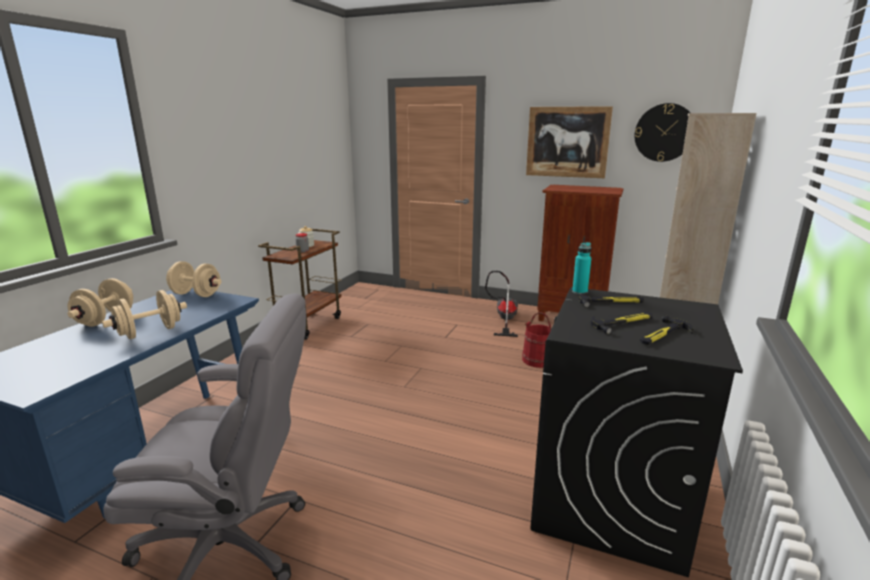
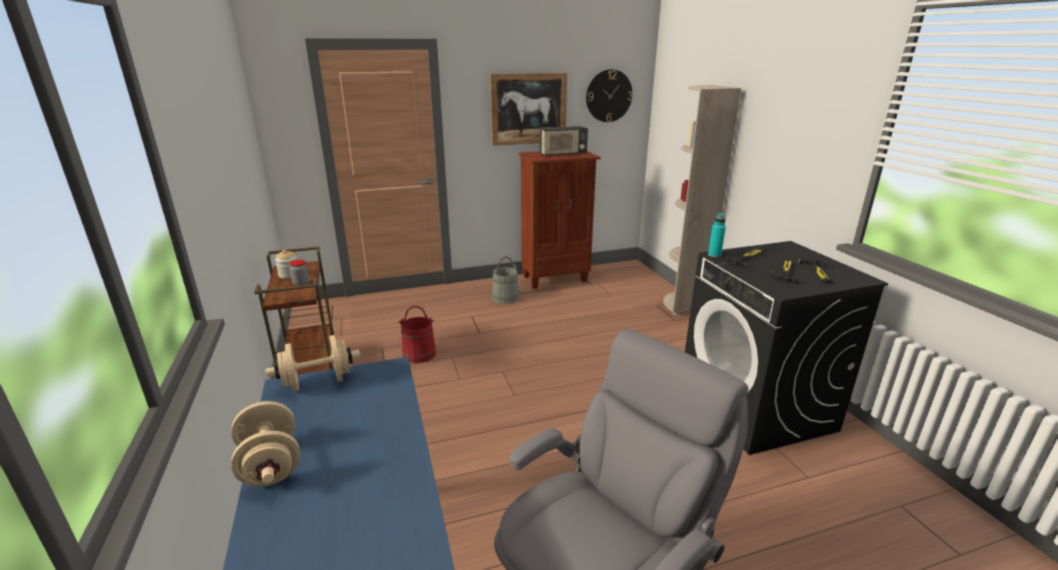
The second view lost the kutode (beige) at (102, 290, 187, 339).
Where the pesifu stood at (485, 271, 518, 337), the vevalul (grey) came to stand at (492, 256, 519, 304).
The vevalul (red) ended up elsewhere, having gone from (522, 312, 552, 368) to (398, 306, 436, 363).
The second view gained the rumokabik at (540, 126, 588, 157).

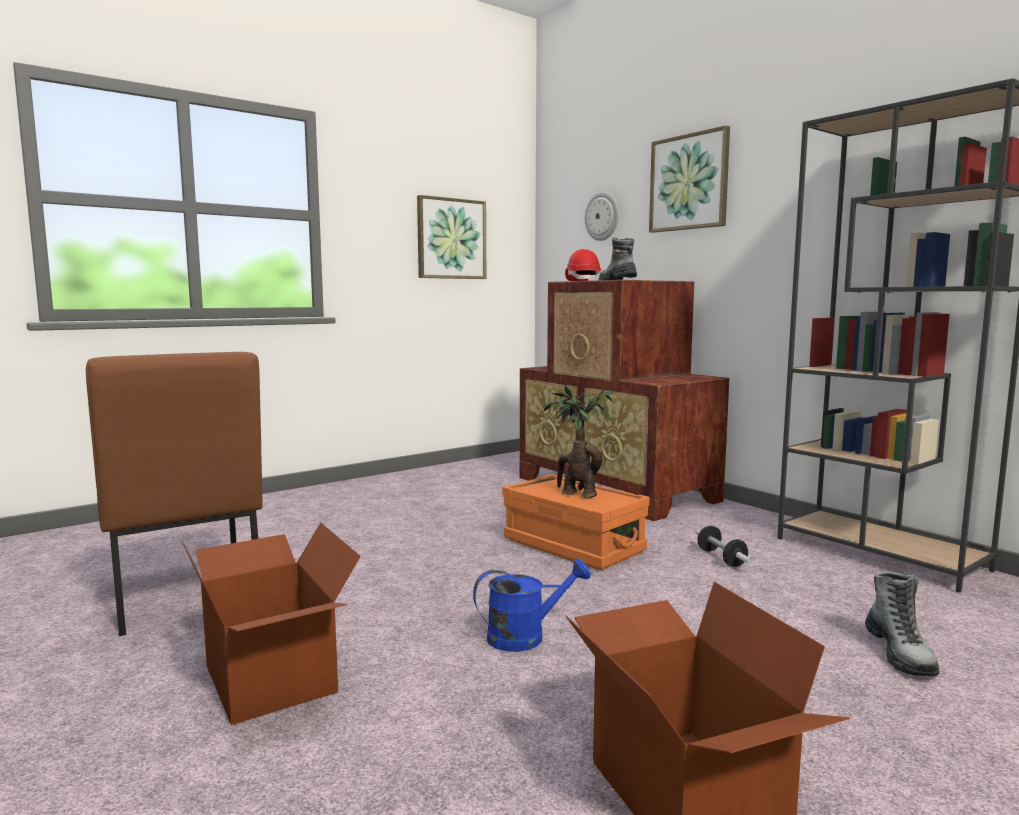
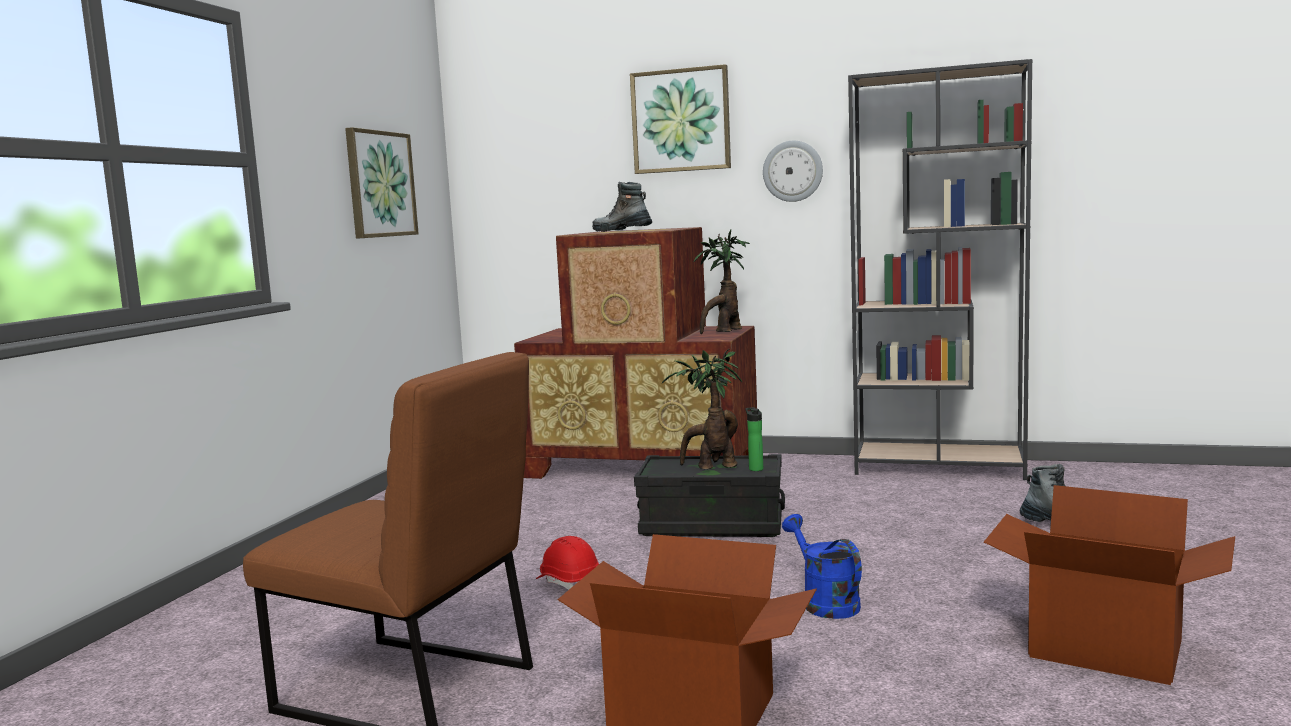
The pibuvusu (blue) at (473, 558, 591, 652) ended up facing another way, 60 degrees counterclockwise from before.
What was the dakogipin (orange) at (502, 474, 649, 570) turned into the dakogipin (black) at (634, 454, 785, 537).
The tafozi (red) ended up elsewhere, having gone from (565, 249, 602, 281) to (536, 536, 599, 590).
The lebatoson ended up elsewhere, having gone from (585, 192, 619, 241) to (763, 141, 823, 202).
The second view lost the kutode at (695, 526, 752, 567).
The second view gained the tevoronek at (694, 230, 750, 334).
The second view gained the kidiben at (746, 407, 763, 471).

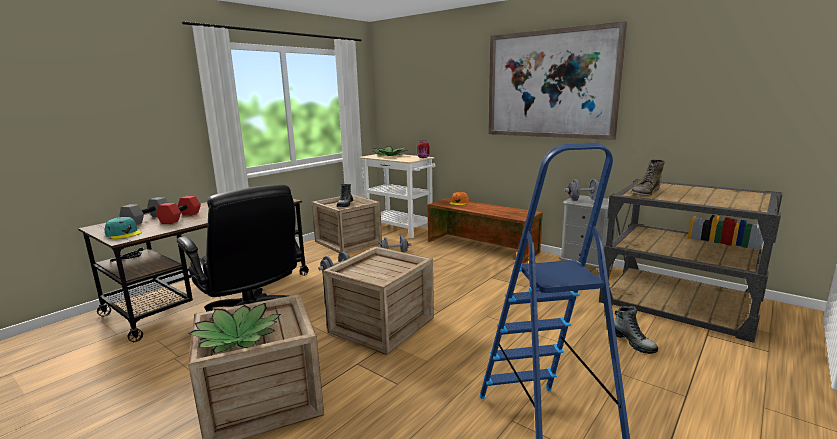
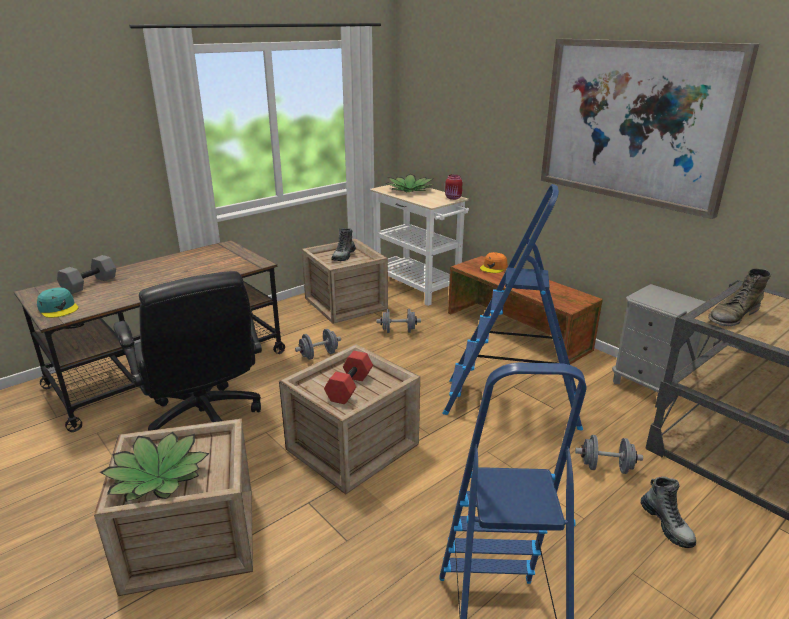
The kutode (red) ended up elsewhere, having gone from (156, 196, 201, 224) to (324, 351, 373, 404).
The kutode (grey) ended up elsewhere, having gone from (564, 179, 599, 201) to (575, 435, 643, 474).
The second view gained the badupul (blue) at (442, 184, 583, 431).

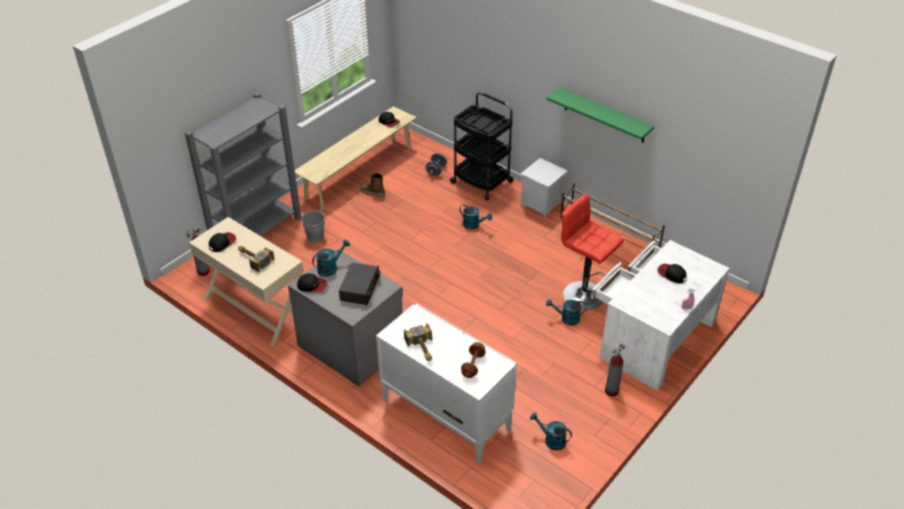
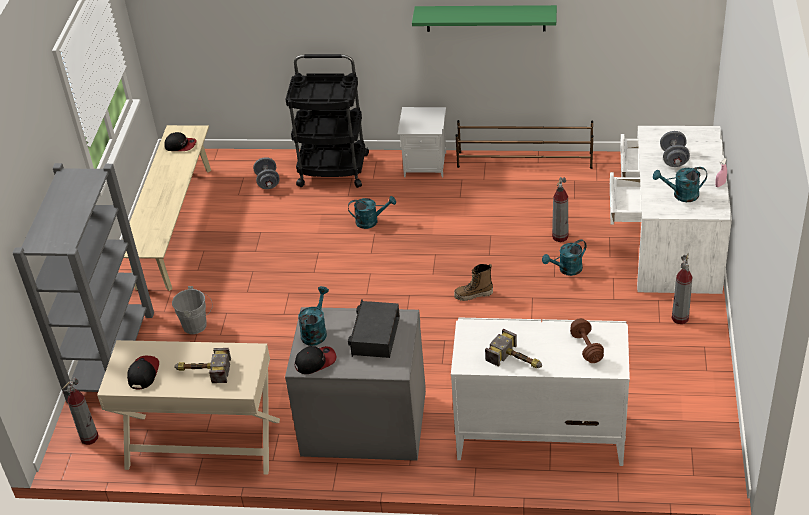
The rumokabik at (339, 262, 380, 306) ended up facing another way, 150 degrees counterclockwise from before.
The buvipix ended up elsewhere, having gone from (360, 173, 385, 197) to (454, 264, 493, 301).
The pibuvusu (turquoise) ended up elsewhere, having gone from (530, 413, 572, 450) to (653, 167, 707, 202).
Where the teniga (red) stood at (561, 194, 624, 310), the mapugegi came to stand at (552, 177, 568, 242).
Where the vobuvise stood at (657, 264, 687, 283), the kutode (grey) came to stand at (660, 131, 690, 167).

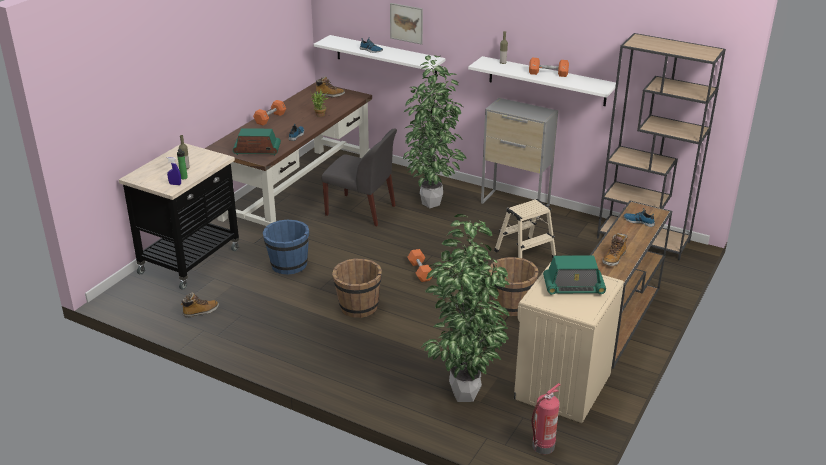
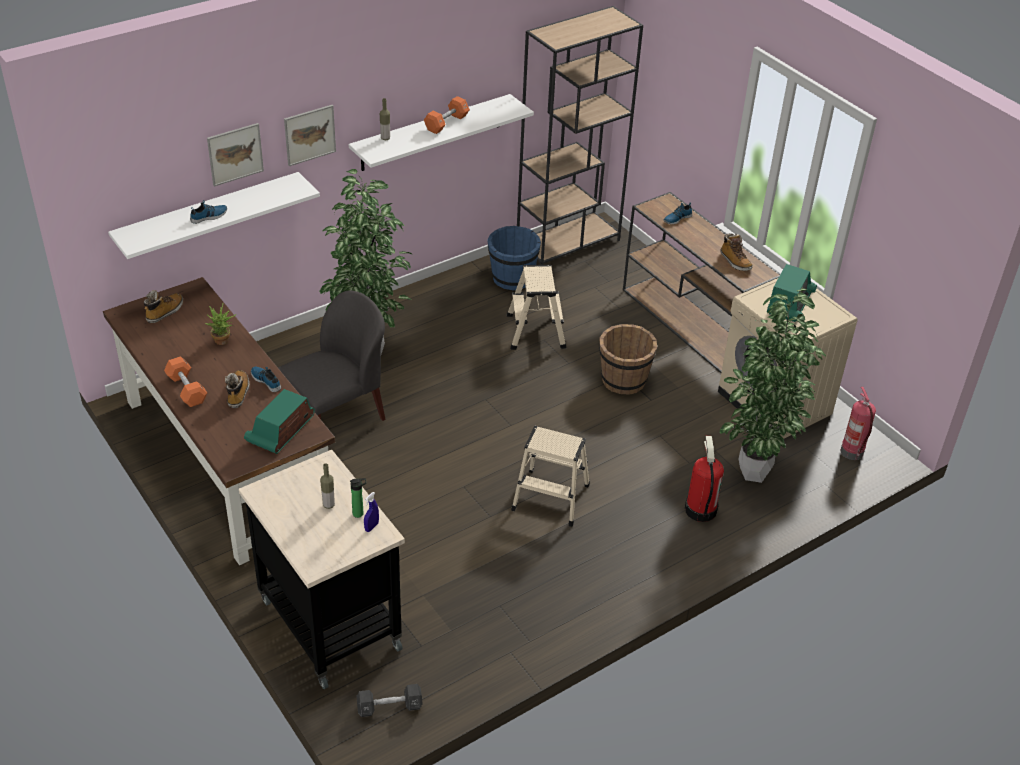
The buvipix ended up elsewhere, having gone from (181, 292, 219, 317) to (225, 370, 250, 408).
The vevalul (blue) ended up elsewhere, having gone from (263, 220, 309, 275) to (487, 226, 541, 291).
Where the vevalul (brown) stood at (332, 259, 382, 318), the badupul (beige) came to stand at (511, 426, 590, 527).
The second view lost the kutode (orange) at (408, 249, 433, 282).
The second view lost the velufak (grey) at (481, 98, 558, 219).
The second view gained the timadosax at (284, 105, 336, 166).
The second view gained the kutode (black) at (357, 684, 422, 717).
The second view gained the mapugegi at (685, 436, 724, 522).

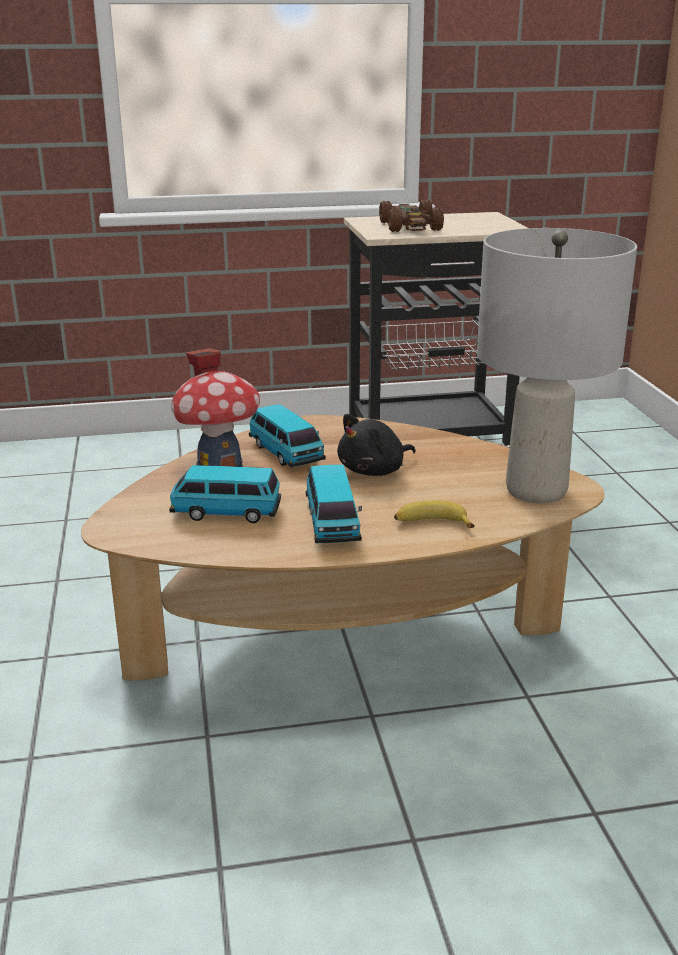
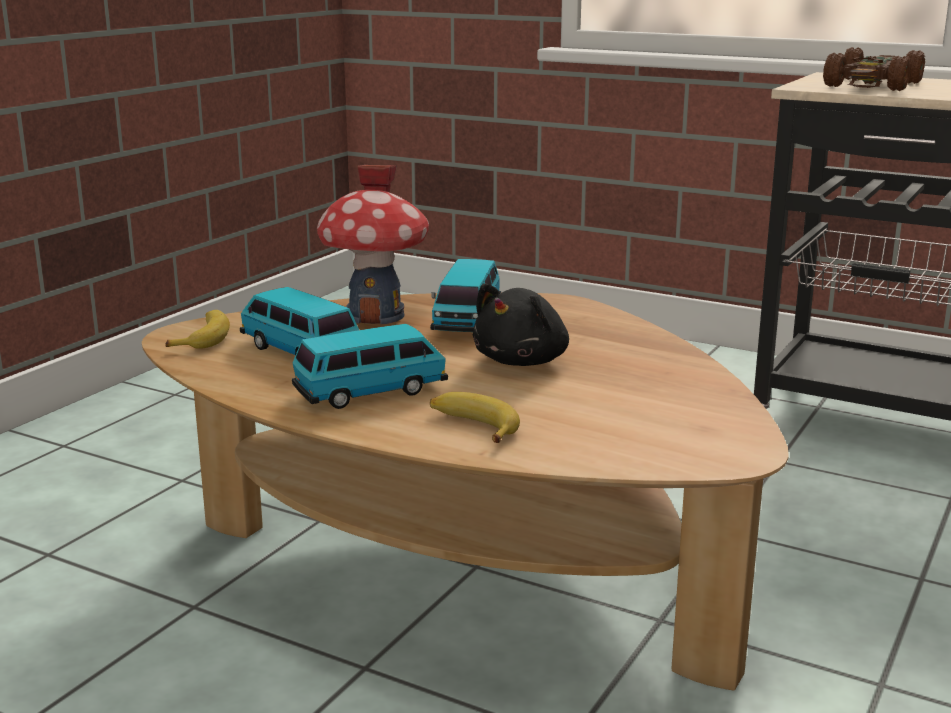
The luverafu at (306, 465, 362, 543) ended up facing another way, 150 degrees counterclockwise from before.
The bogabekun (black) at (337, 414, 416, 476) ended up facing another way, 60 degrees counterclockwise from before.
The second view lost the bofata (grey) at (477, 228, 637, 504).
The second view gained the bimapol at (165, 310, 230, 349).

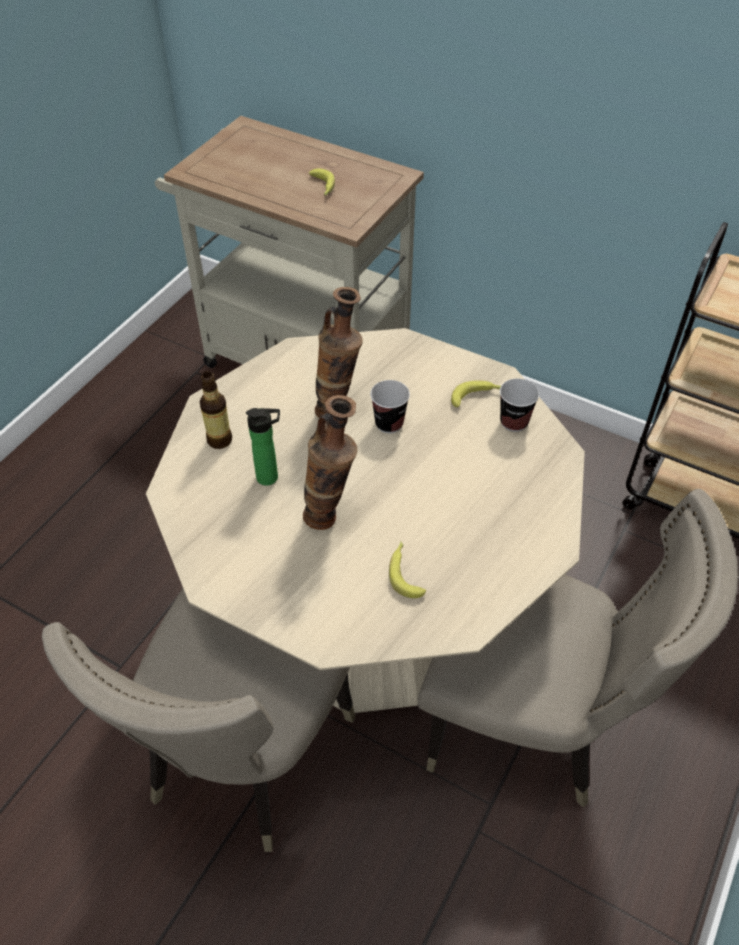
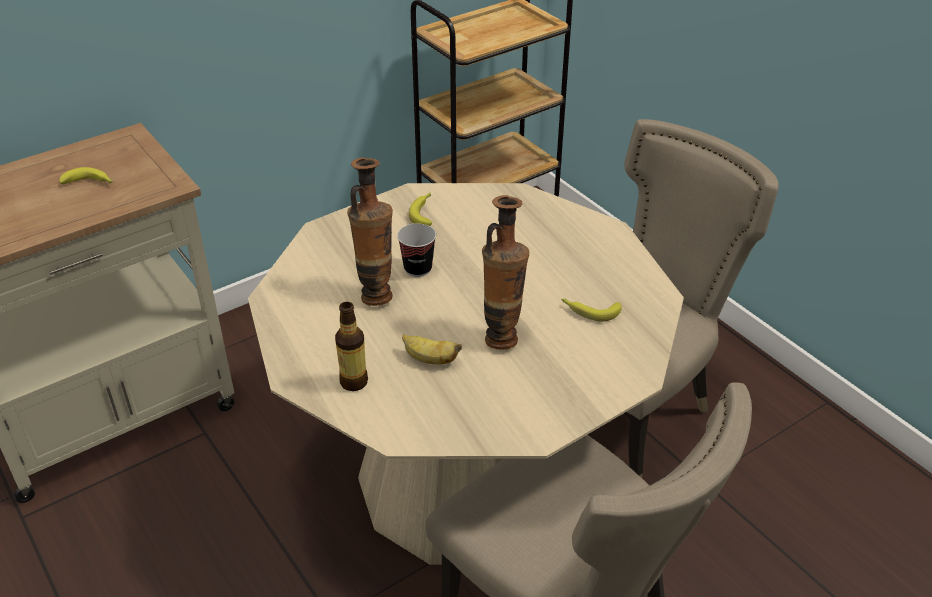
Where the kidiben stood at (246, 408, 280, 486), the bimapol came to stand at (402, 335, 462, 365).
The second view lost the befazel at (500, 378, 539, 432).

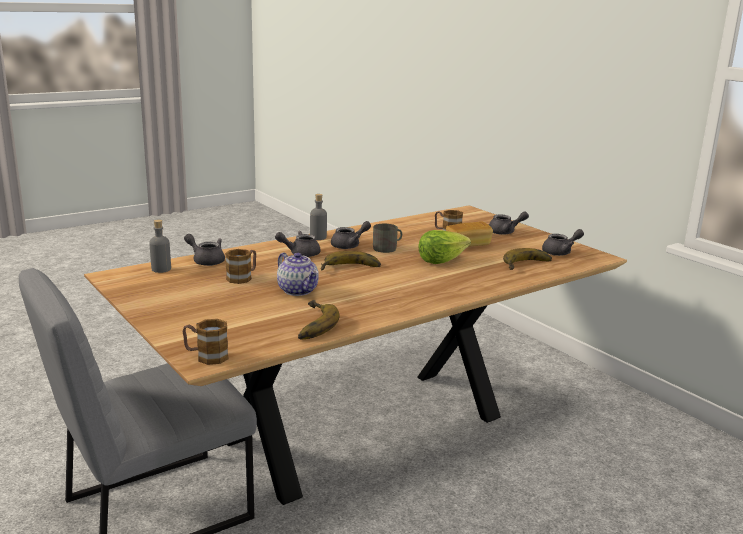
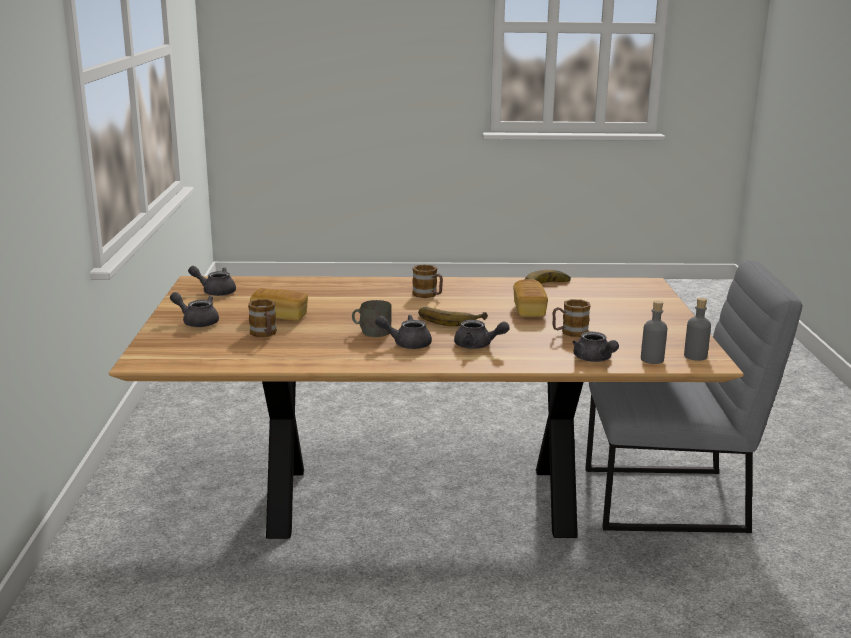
The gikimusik ended up elsewhere, having gone from (183, 319, 229, 365) to (412, 265, 443, 298).
Where the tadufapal stood at (277, 252, 319, 296), the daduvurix came to stand at (513, 279, 548, 317).
The kidiben (grey) ended up elsewhere, having gone from (310, 194, 327, 240) to (684, 298, 711, 361).
The second view lost the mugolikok at (418, 230, 471, 264).
The second view lost the bimapol at (503, 248, 552, 270).

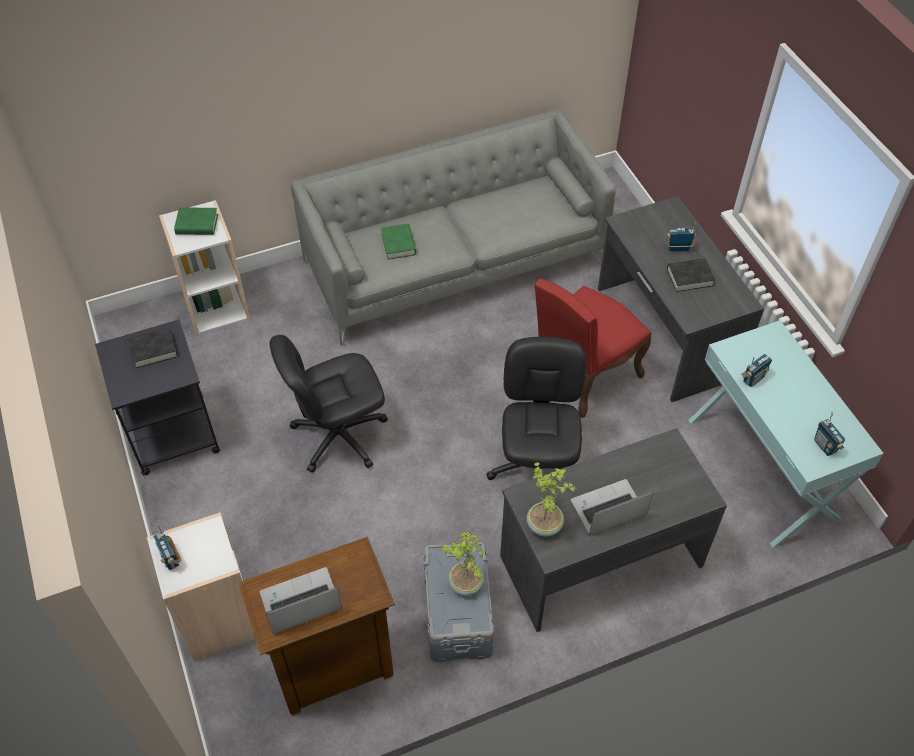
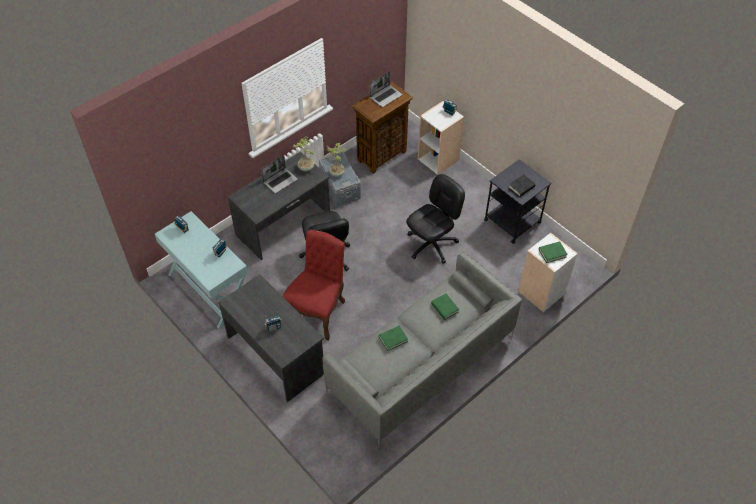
The second view lost the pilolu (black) at (667, 258, 715, 292).
The second view gained the pilolu (green) at (379, 326, 408, 351).

